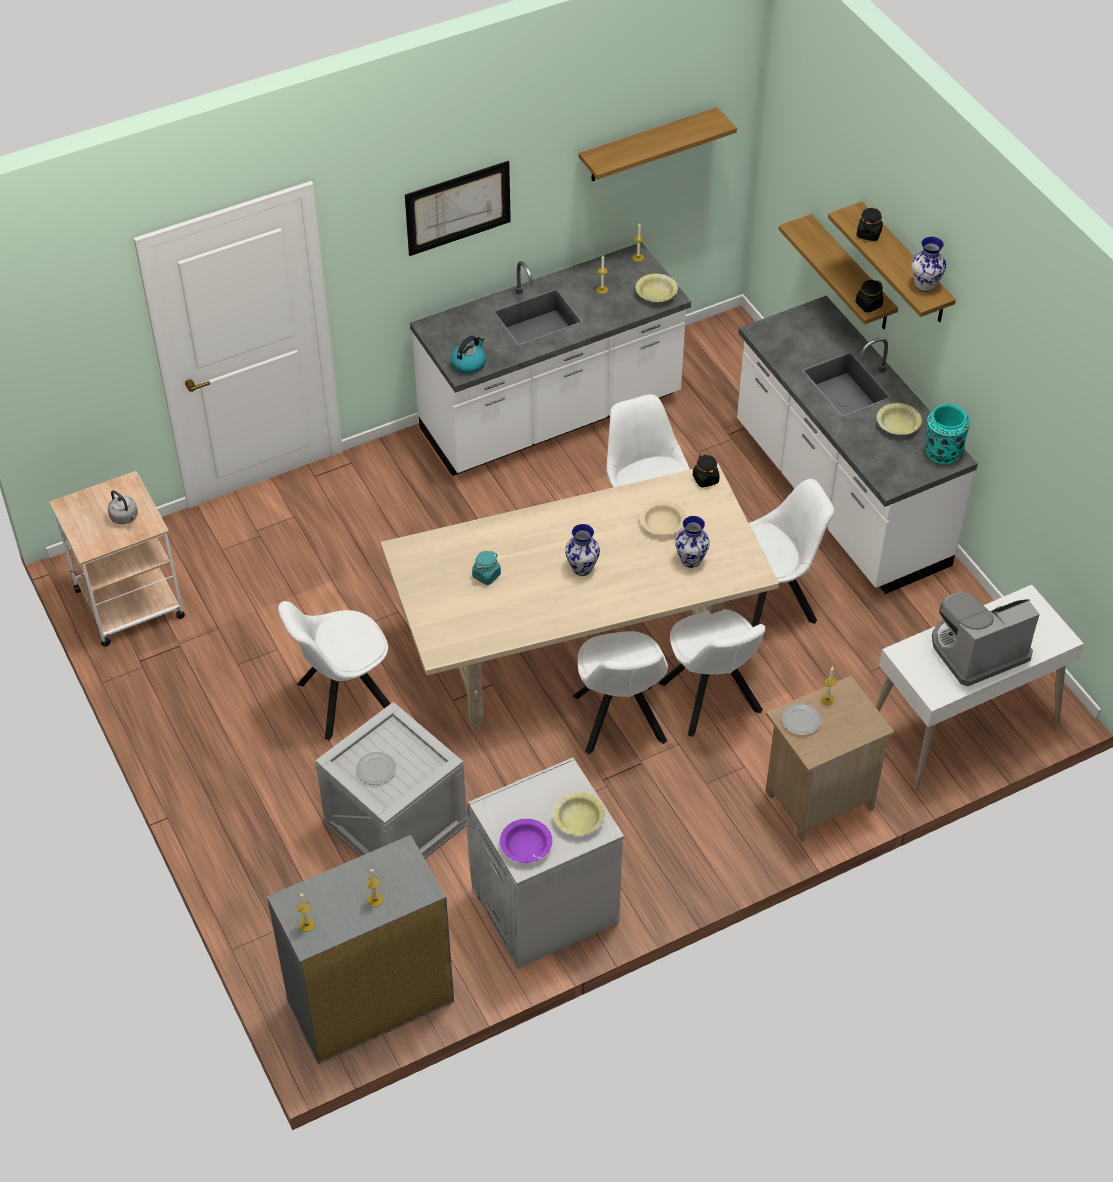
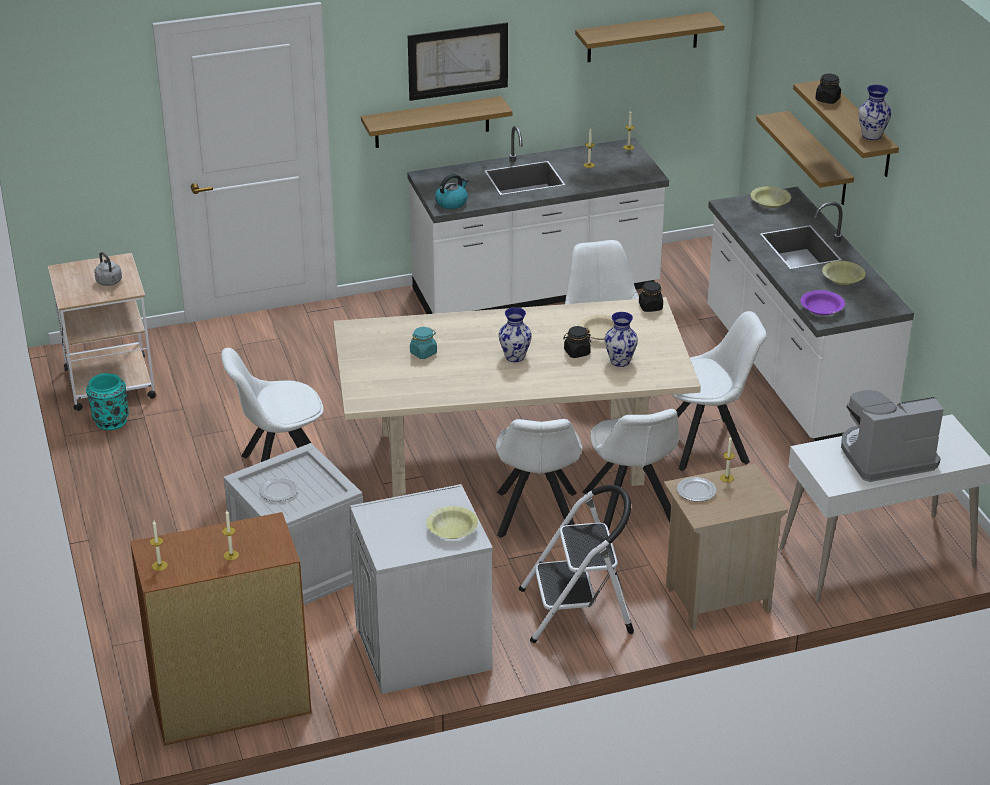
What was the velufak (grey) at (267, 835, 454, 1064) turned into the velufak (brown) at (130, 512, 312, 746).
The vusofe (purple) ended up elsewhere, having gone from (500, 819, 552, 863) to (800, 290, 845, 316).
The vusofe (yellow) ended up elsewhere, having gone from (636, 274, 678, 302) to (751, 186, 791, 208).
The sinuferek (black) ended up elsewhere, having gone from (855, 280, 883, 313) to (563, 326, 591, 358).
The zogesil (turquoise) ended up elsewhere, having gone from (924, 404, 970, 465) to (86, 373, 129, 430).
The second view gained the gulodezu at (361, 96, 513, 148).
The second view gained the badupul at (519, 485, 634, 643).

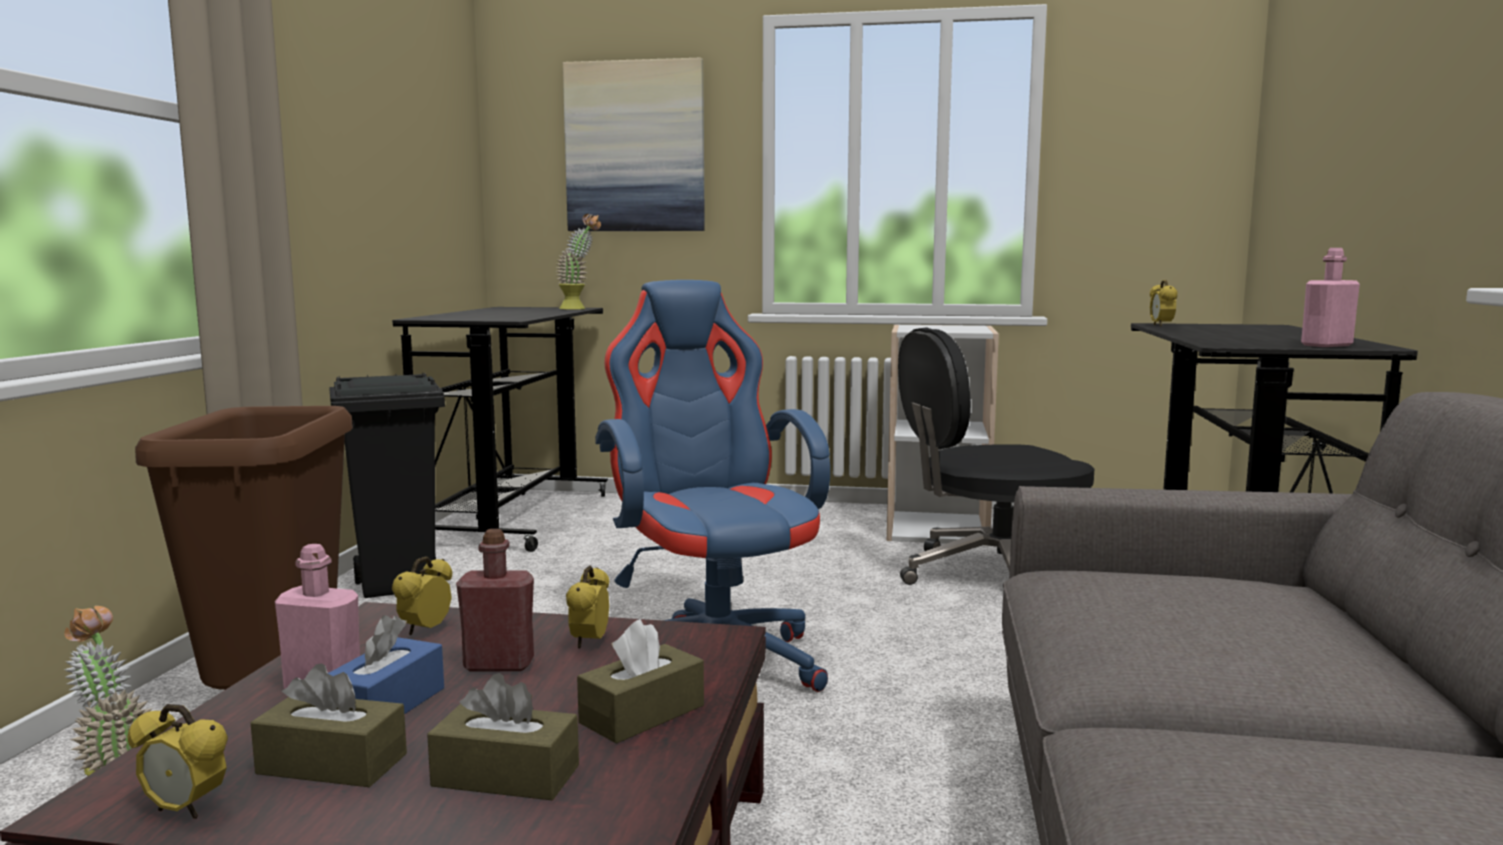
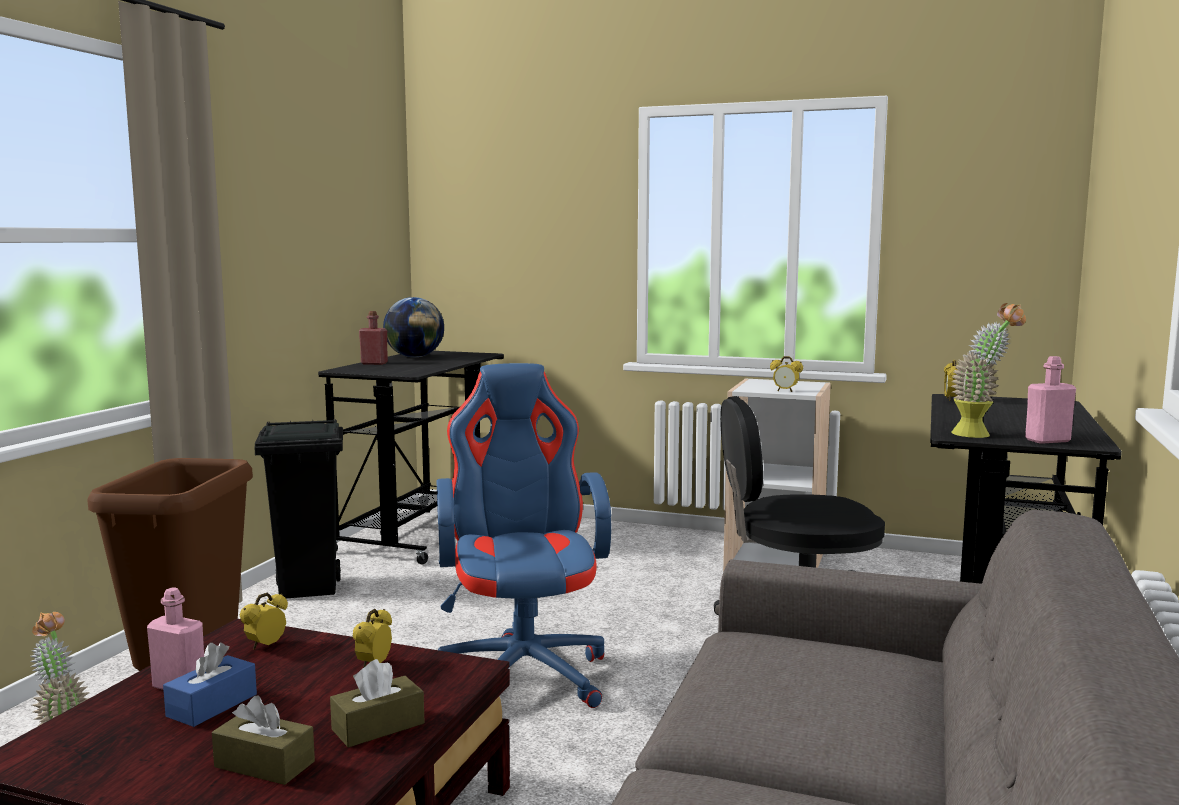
The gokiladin ended up elsewhere, having gone from (128, 704, 228, 819) to (770, 356, 803, 392).
The second view lost the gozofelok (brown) at (251, 663, 407, 787).
The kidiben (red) ended up elsewhere, having gone from (456, 529, 534, 671) to (359, 311, 388, 365).
The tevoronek ended up elsewhere, having gone from (556, 214, 601, 310) to (951, 303, 1026, 438).
The second view lost the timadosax at (563, 58, 705, 231).
The second view gained the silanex at (383, 297, 444, 357).

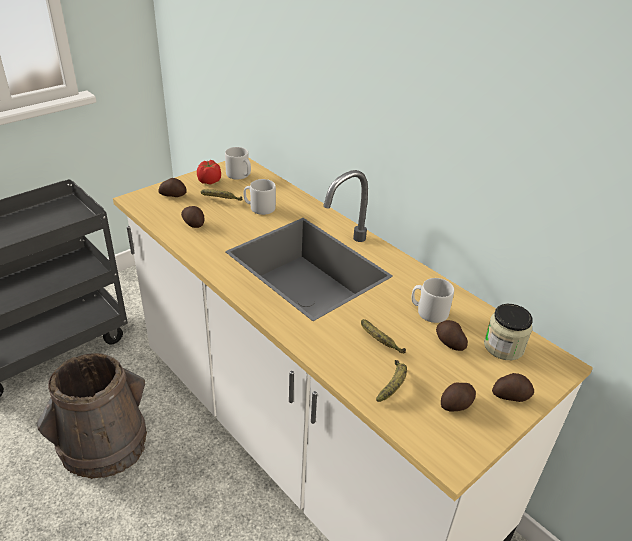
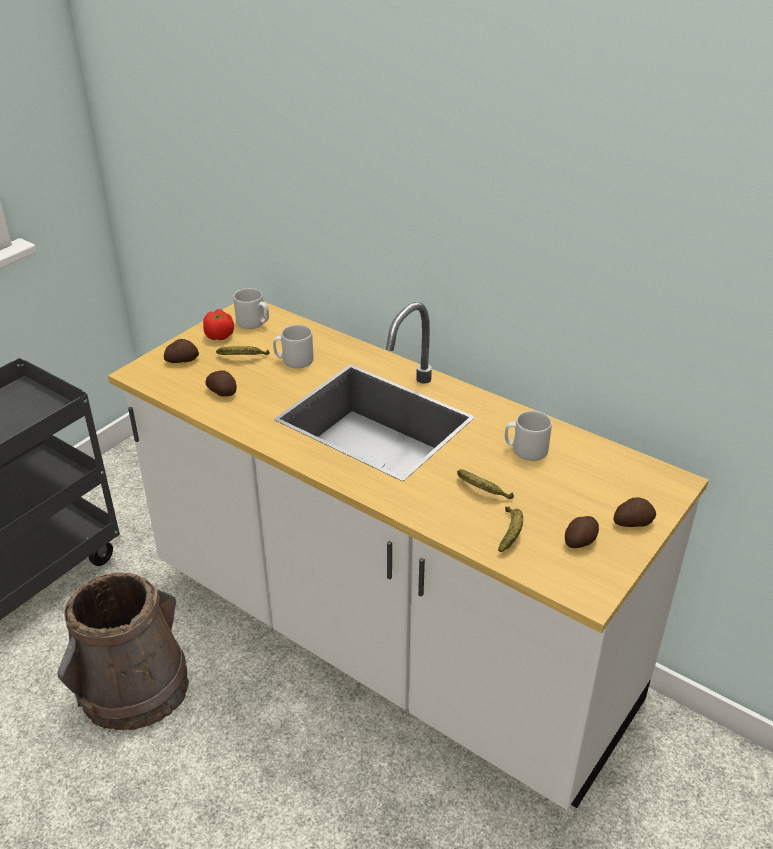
The second view lost the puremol at (436, 320, 468, 351).
The second view lost the sinuferek at (484, 304, 533, 360).

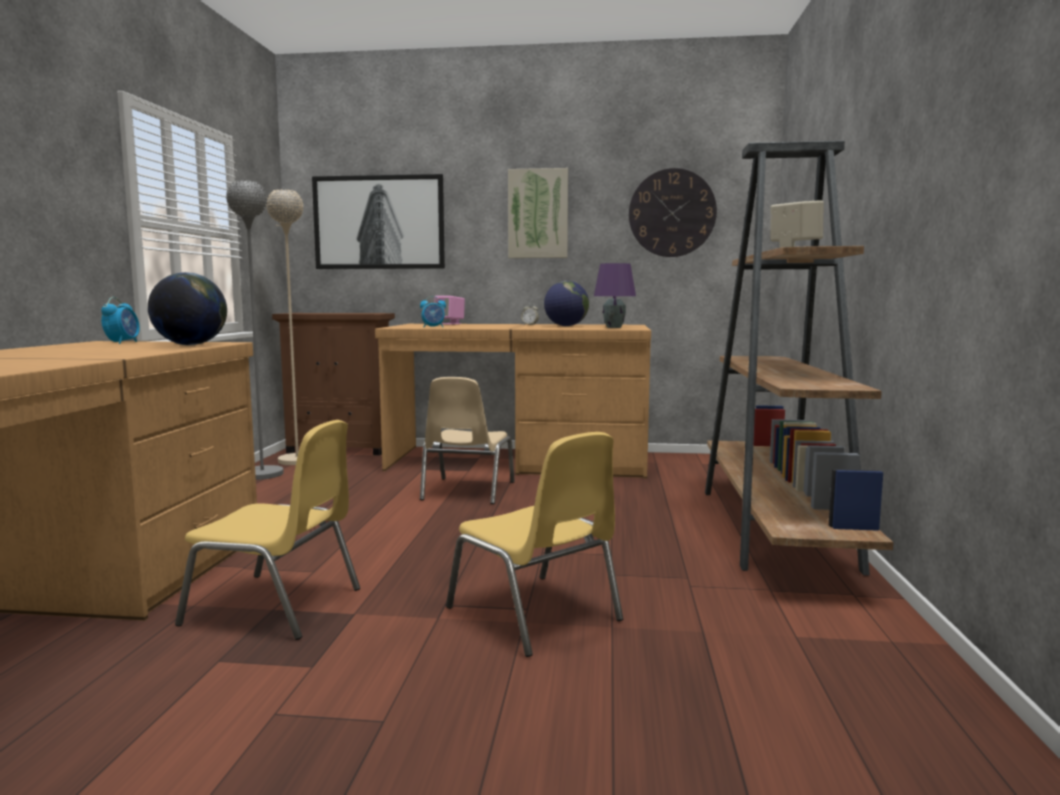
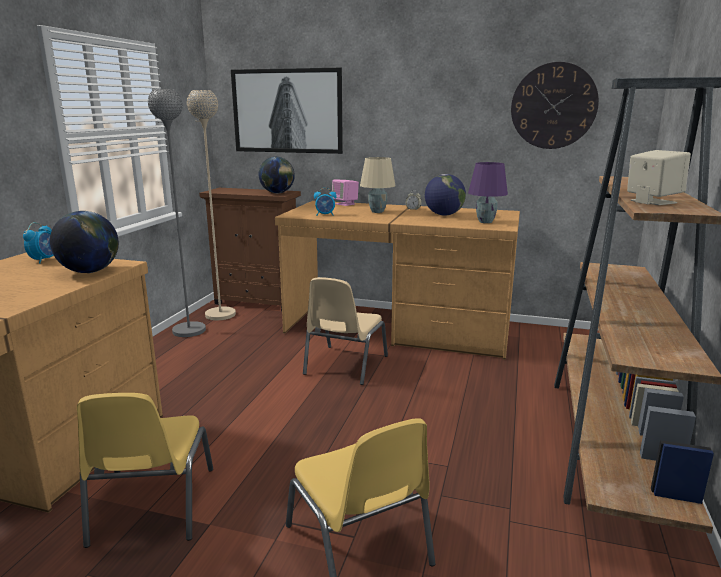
The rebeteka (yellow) at (175, 420, 360, 640) ended up facing another way, 60 degrees clockwise from before.
The second view lost the timadosax at (508, 168, 568, 258).
The second view gained the silanex at (259, 157, 295, 193).
The second view gained the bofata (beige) at (360, 157, 396, 213).

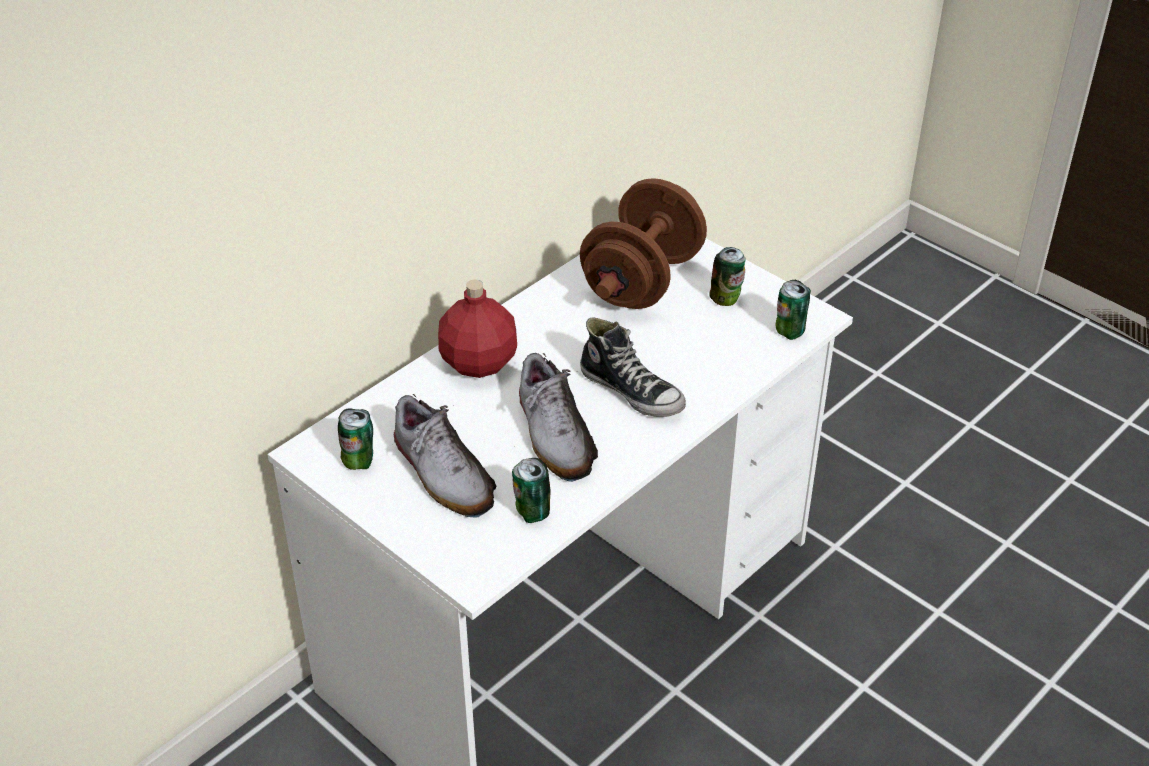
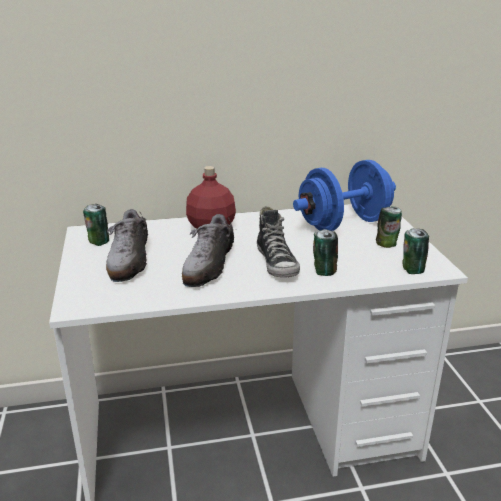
The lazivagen ended up elsewhere, having gone from (512, 458, 550, 523) to (313, 229, 338, 276).
What was the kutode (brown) at (580, 178, 707, 309) turned into the kutode (blue) at (293, 160, 396, 231).

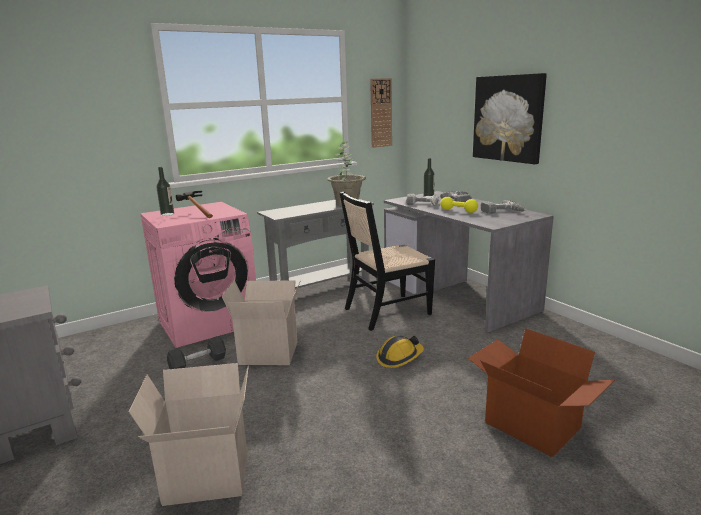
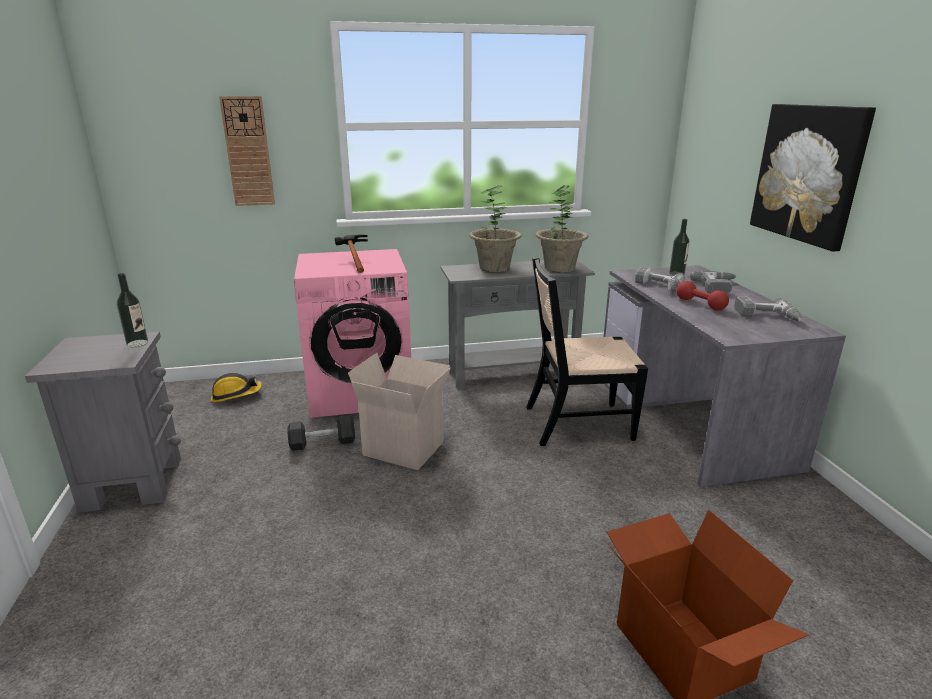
The second view lost the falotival at (129, 363, 249, 506).
The kidiben ended up elsewhere, having gone from (156, 167, 174, 216) to (117, 273, 148, 347).
The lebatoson ended up elsewhere, having gone from (370, 78, 392, 148) to (219, 96, 275, 206).
The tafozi ended up elsewhere, having gone from (376, 336, 424, 368) to (211, 373, 262, 402).
What was the kutode (yellow) at (440, 197, 478, 213) turned into the kutode (red) at (676, 281, 729, 311).
The second view gained the tevoronek at (469, 185, 522, 272).

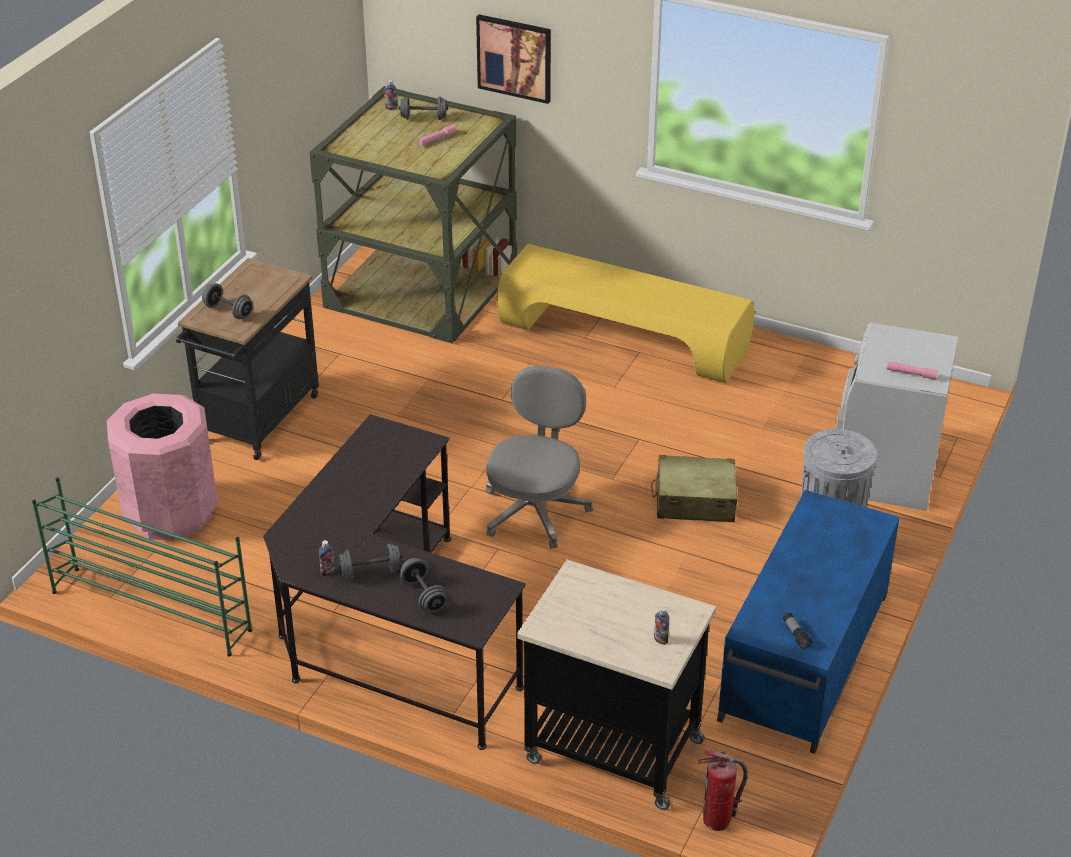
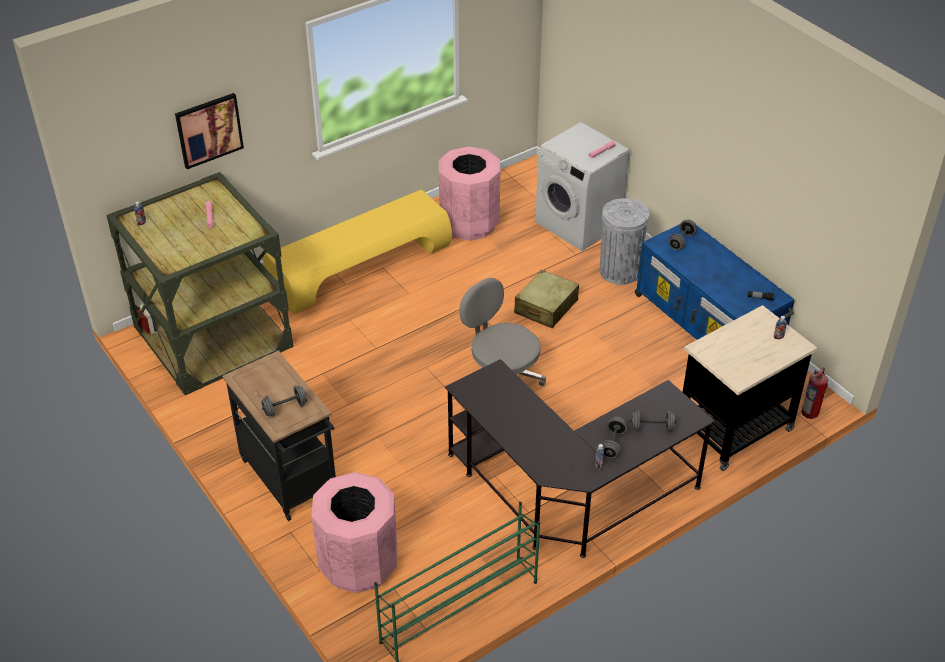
The kutode (grey) ended up elsewhere, having gone from (399, 96, 448, 120) to (669, 220, 697, 250).
The second view gained the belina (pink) at (439, 147, 500, 241).

